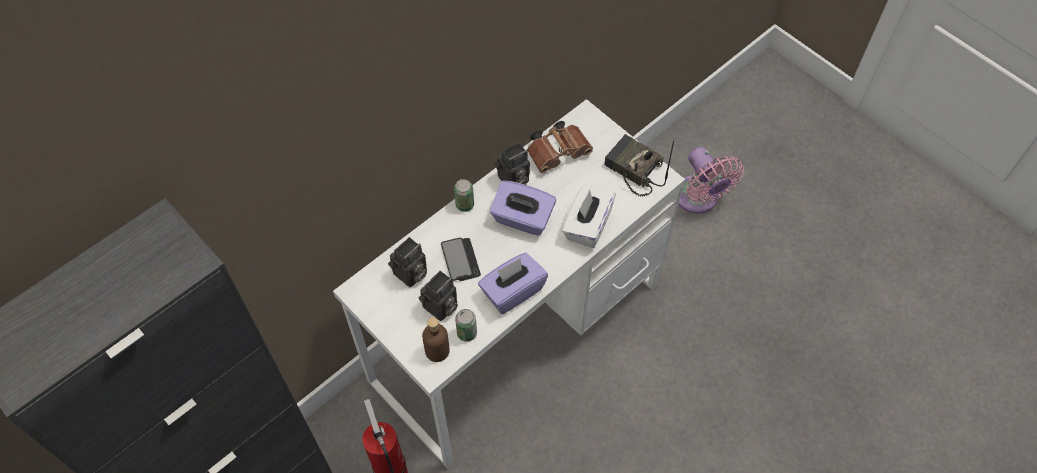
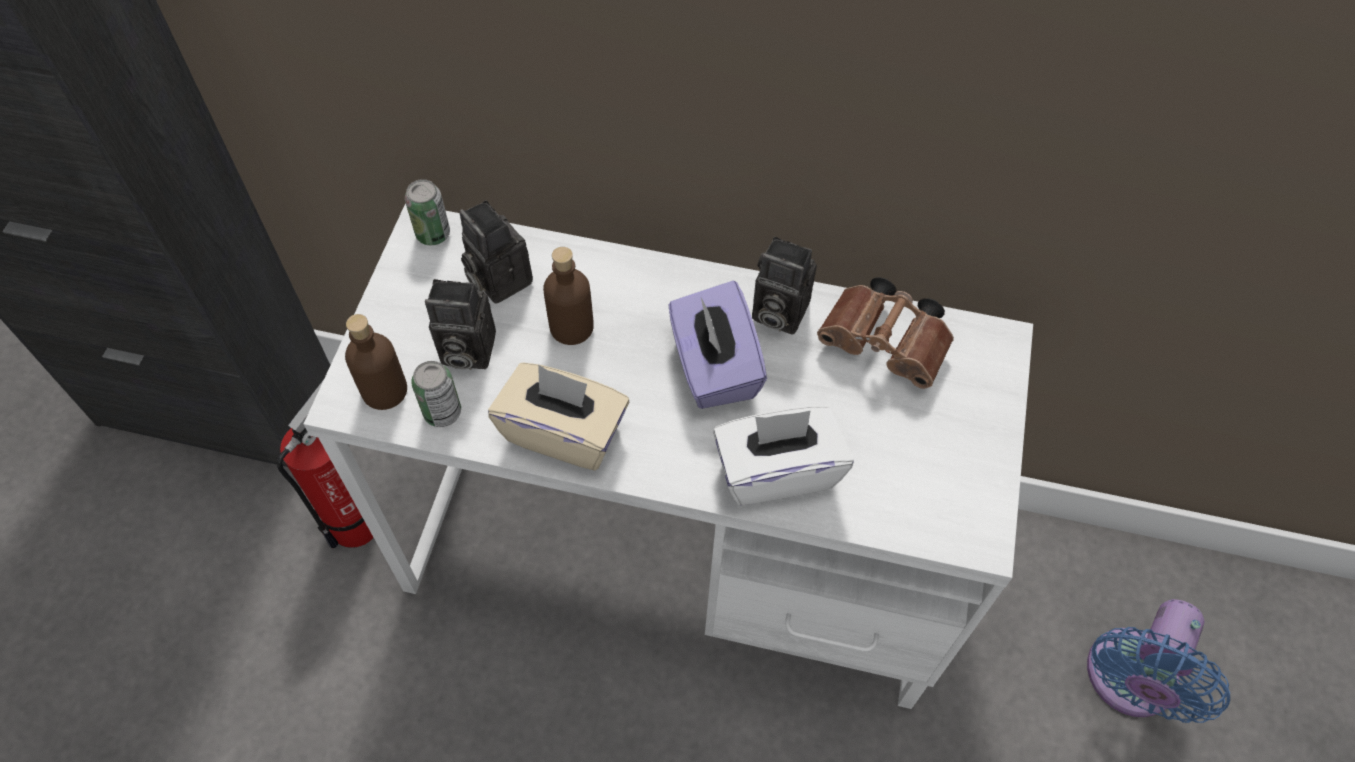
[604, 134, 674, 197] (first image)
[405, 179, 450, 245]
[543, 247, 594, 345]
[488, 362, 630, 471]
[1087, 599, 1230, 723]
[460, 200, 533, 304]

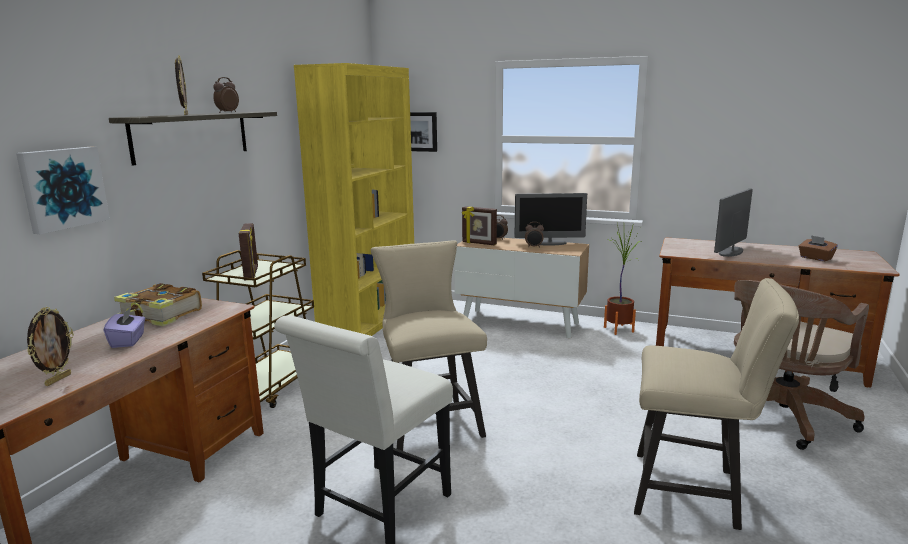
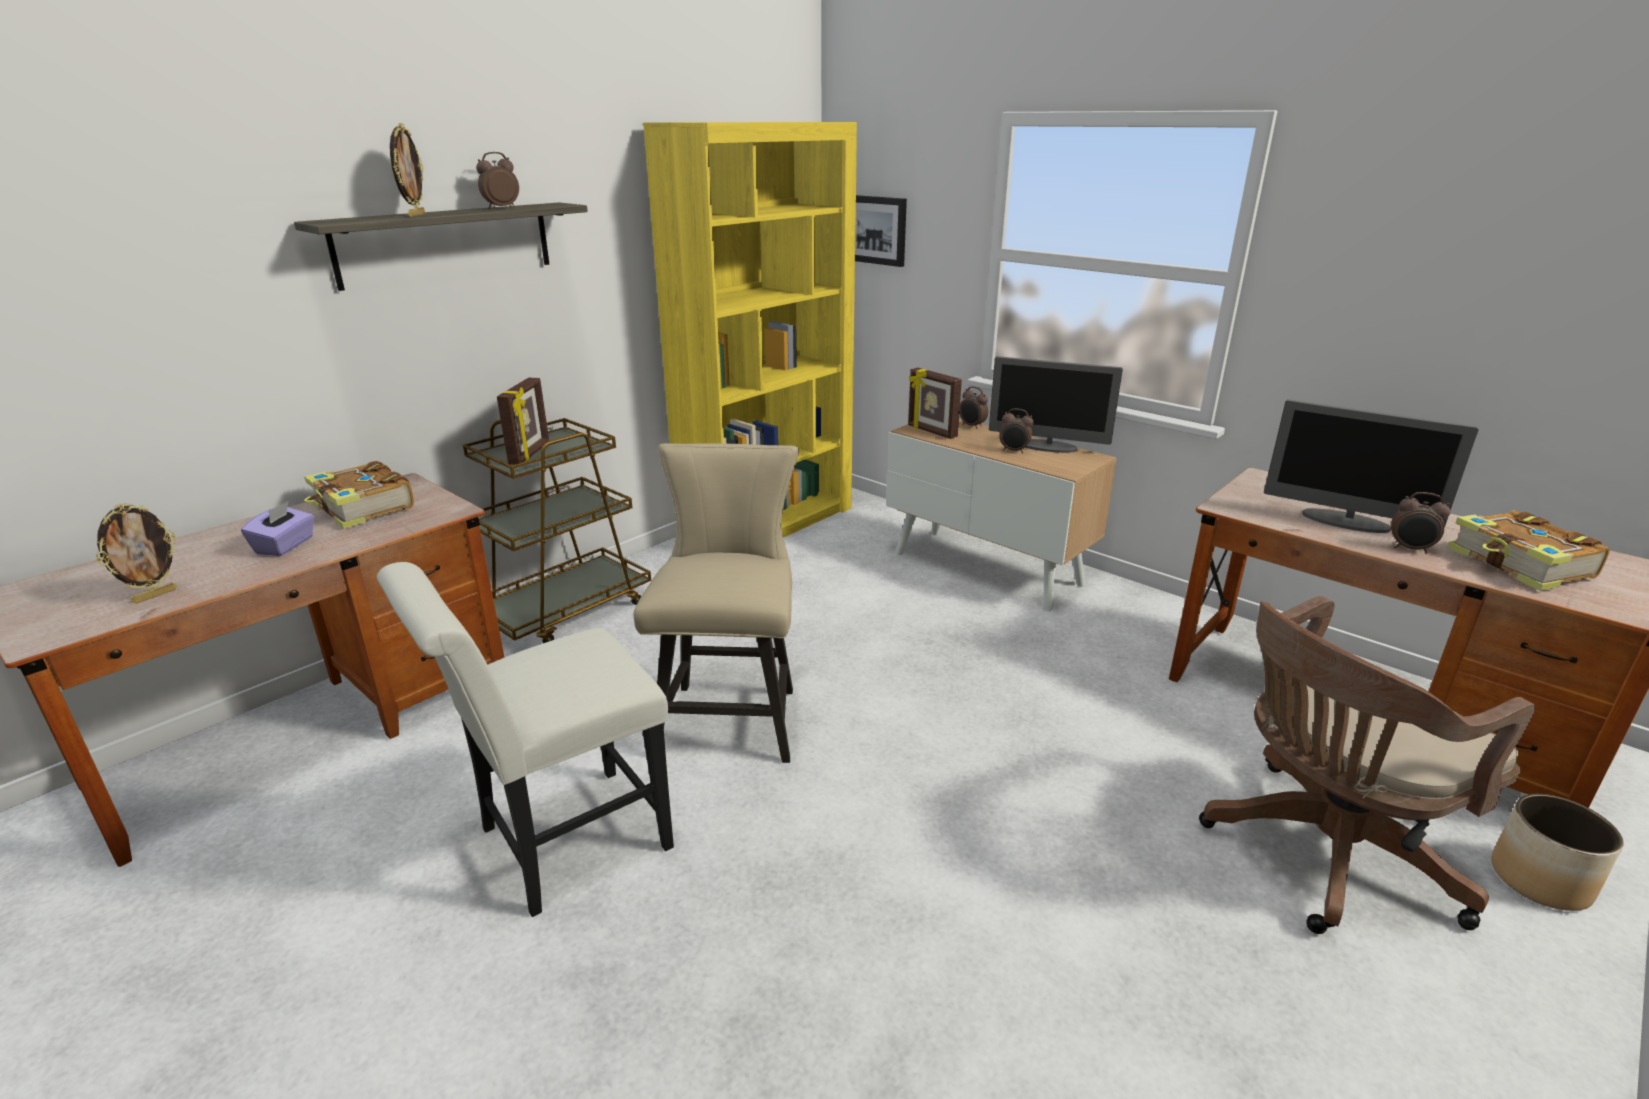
[16, 147, 110, 234] (first image)
[604, 224, 641, 335] (first image)
[634, 278, 799, 530] (first image)
[1391, 492, 1451, 554]
[1491, 794, 1624, 911]
[1447, 510, 1610, 591]
[1264, 399, 1478, 533]

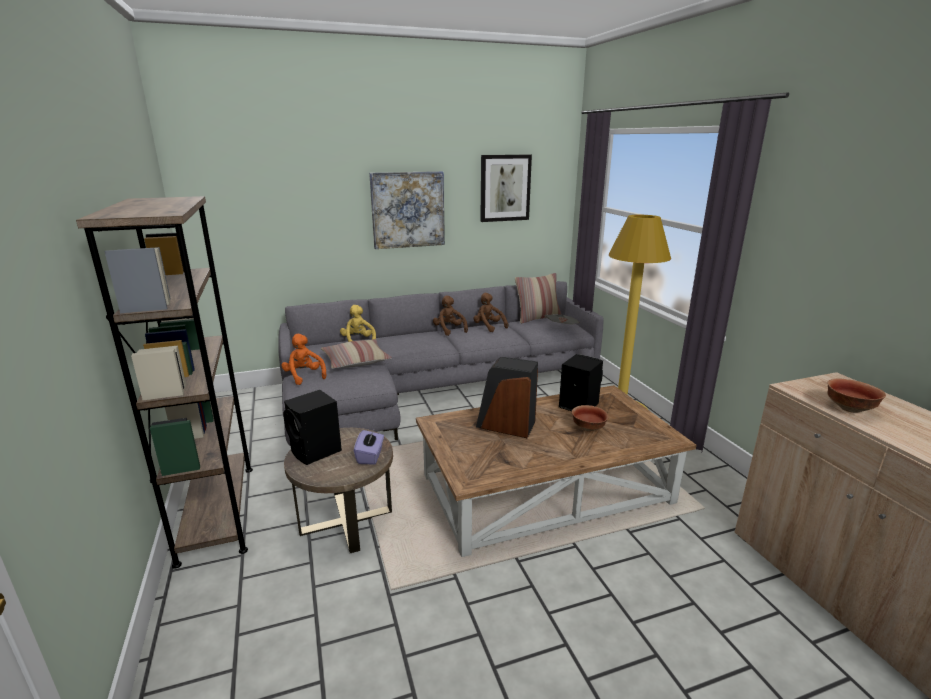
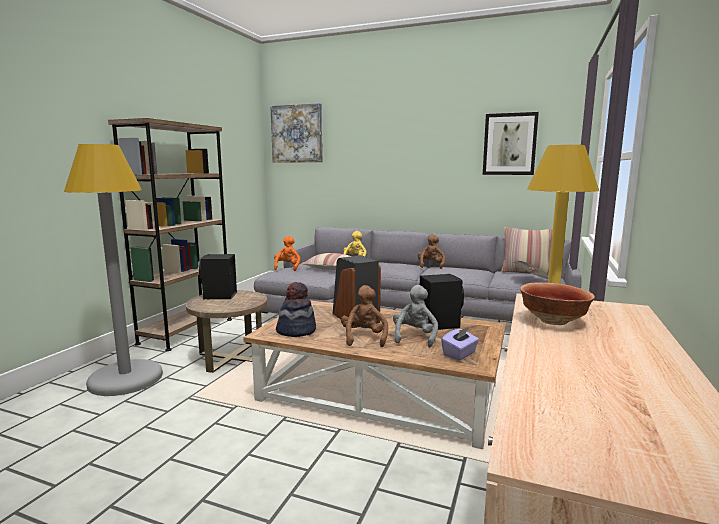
[64, 144, 163, 396]
[276, 282, 316, 337]
[441, 327, 479, 360]
[270, 103, 323, 163]
[341, 285, 388, 347]
[393, 285, 438, 347]

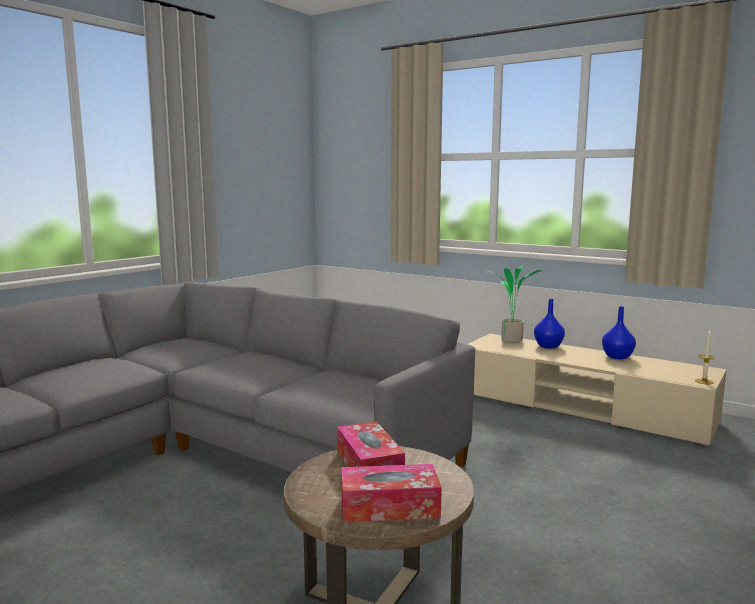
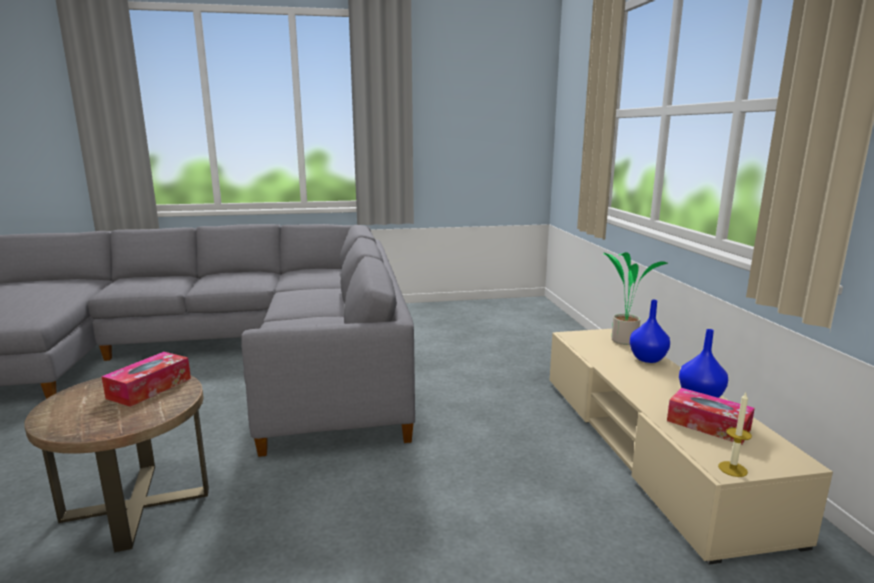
[667, 388, 755, 445]

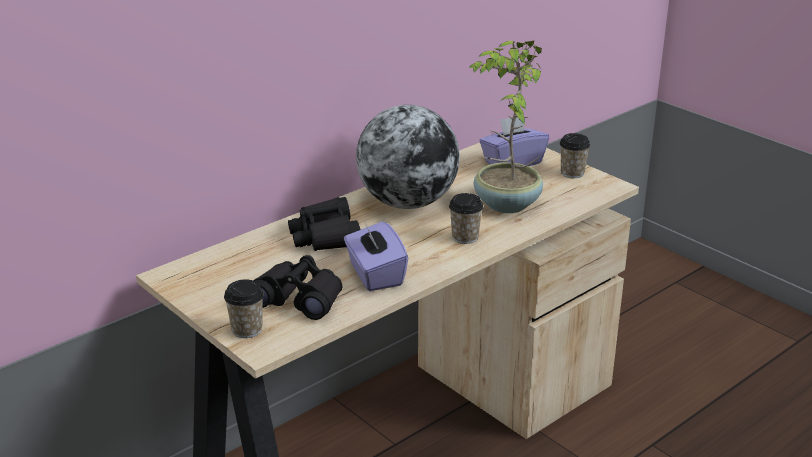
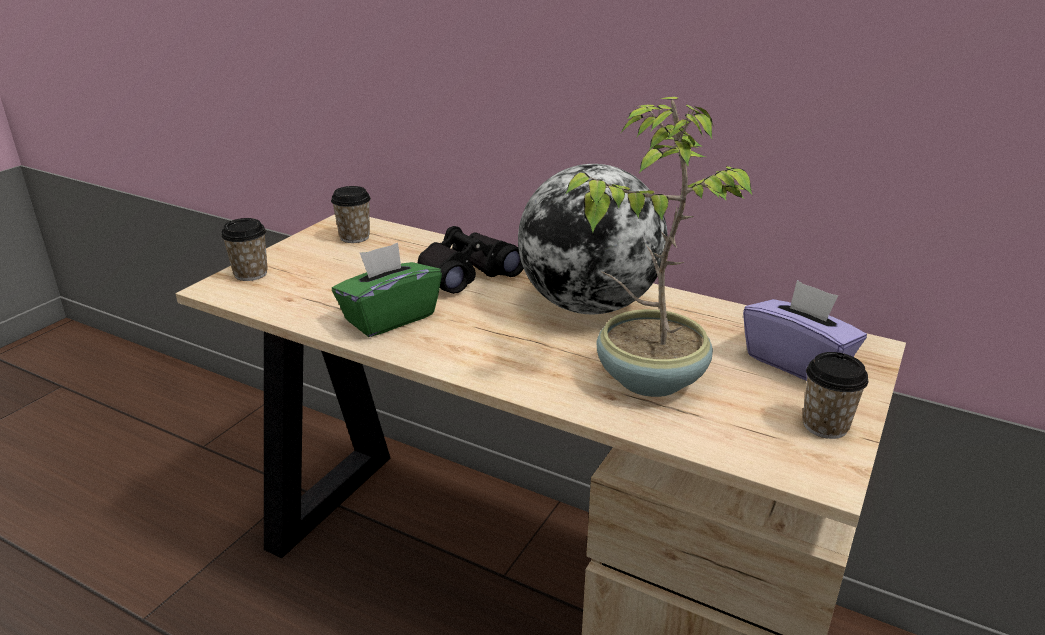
[253, 255, 343, 320] (first image)
[331, 186, 371, 243]
[332, 243, 442, 337]

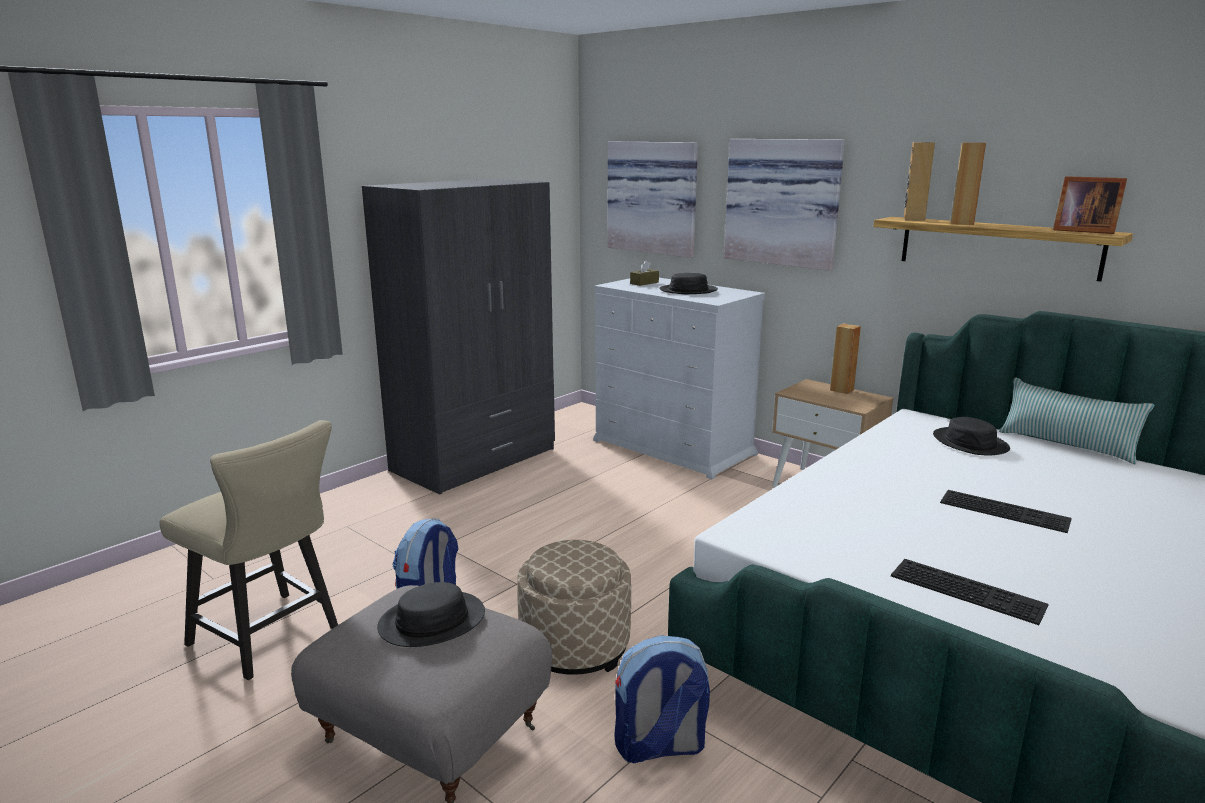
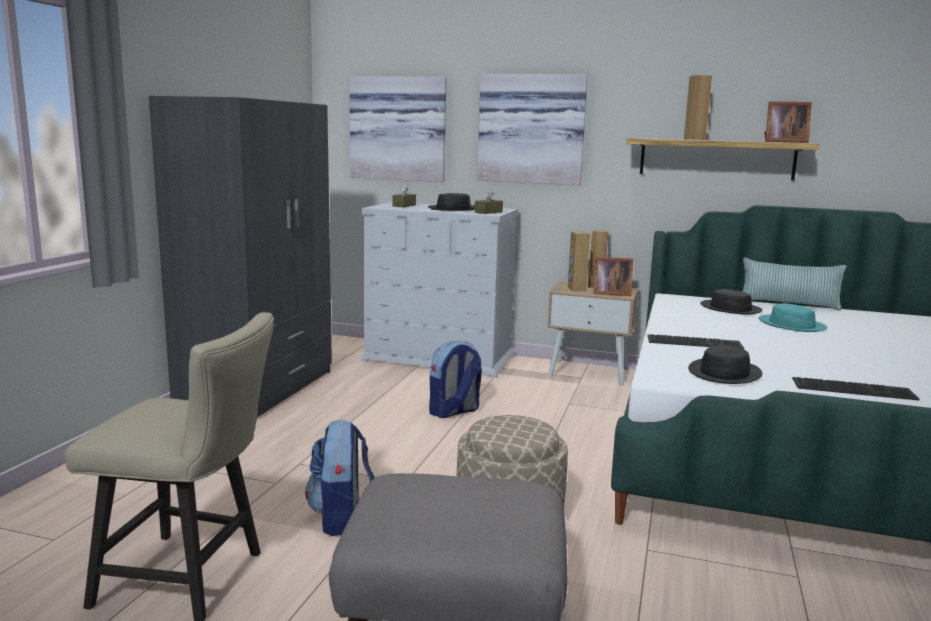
[475, 190, 503, 214]
[593, 257, 633, 296]
[758, 303, 827, 332]
[688, 345, 762, 384]
[429, 341, 482, 418]
[568, 231, 590, 291]
[647, 334, 744, 349]

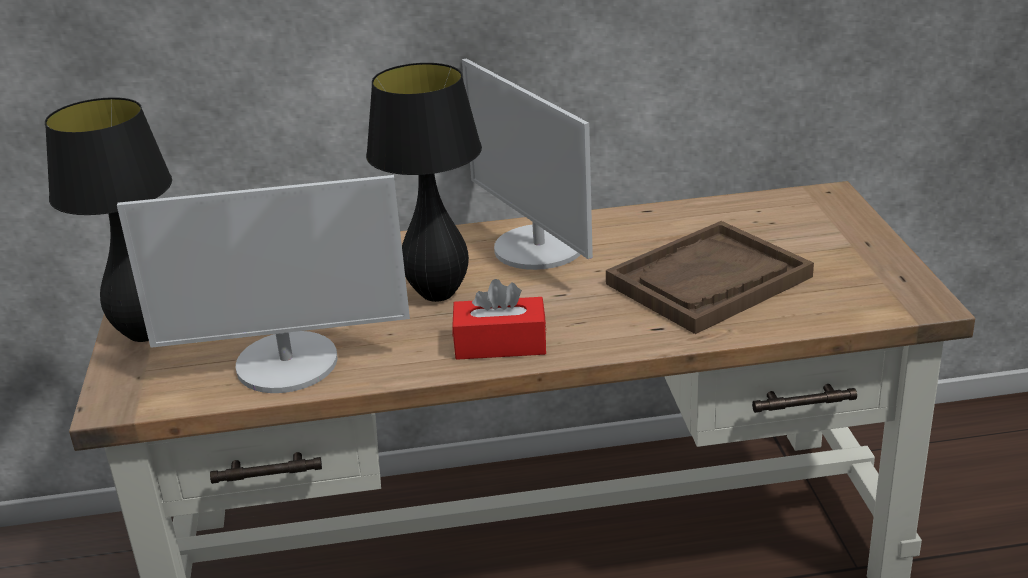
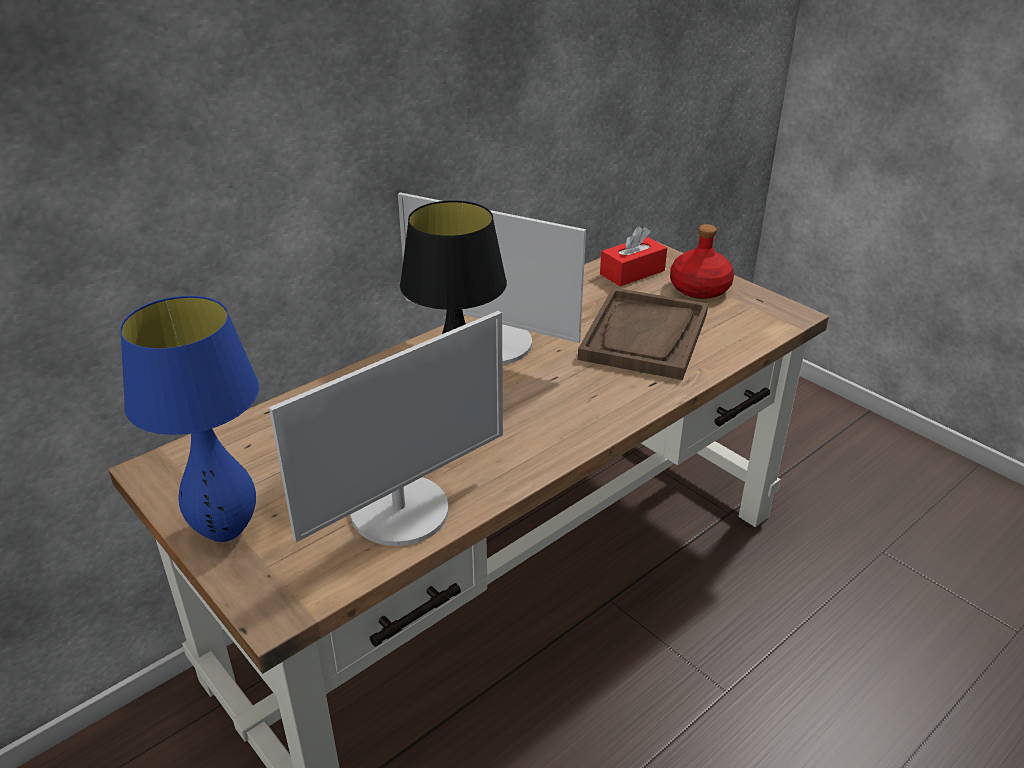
[670, 224, 734, 299]
[600, 226, 667, 286]
[120, 296, 259, 542]

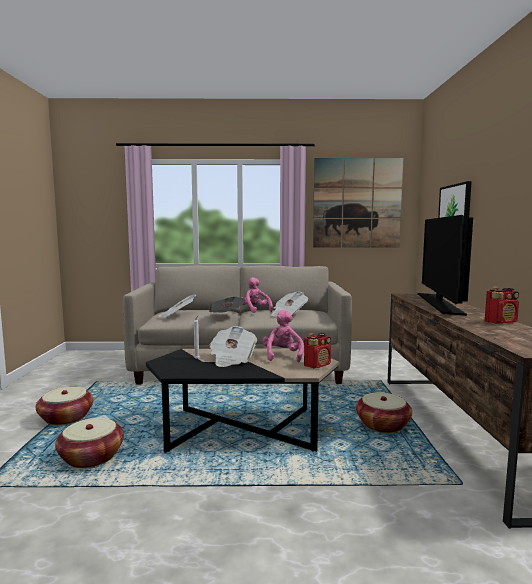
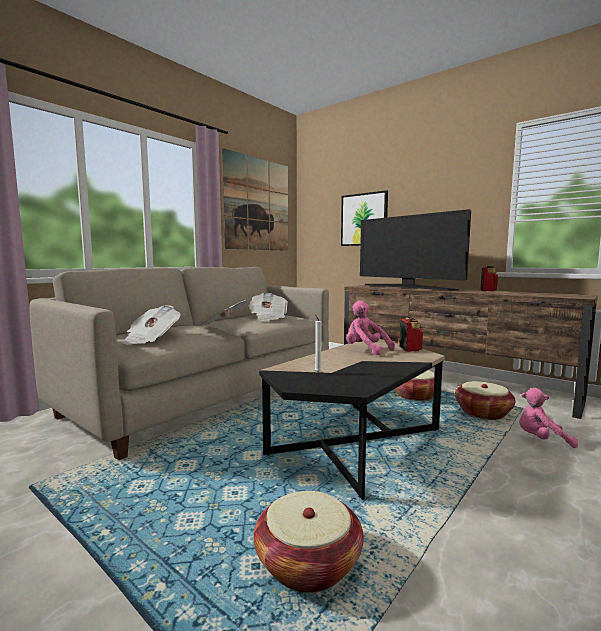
[210, 326, 257, 367] (first image)
[455, 381, 516, 420]
[519, 388, 578, 448]

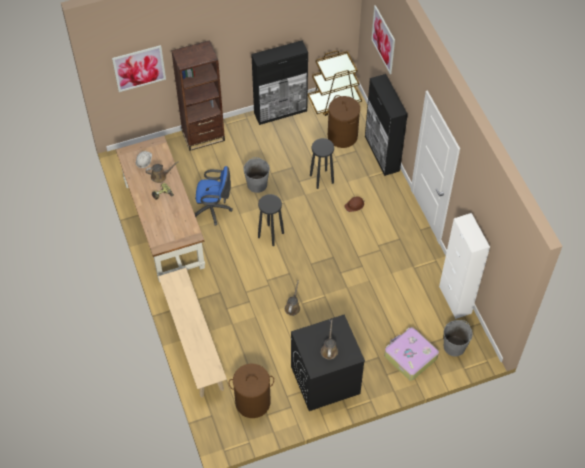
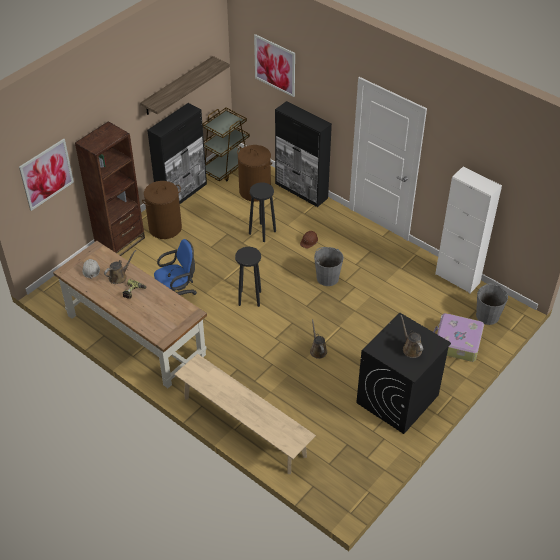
[140, 56, 230, 115]
[142, 181, 182, 239]
[314, 247, 344, 286]

